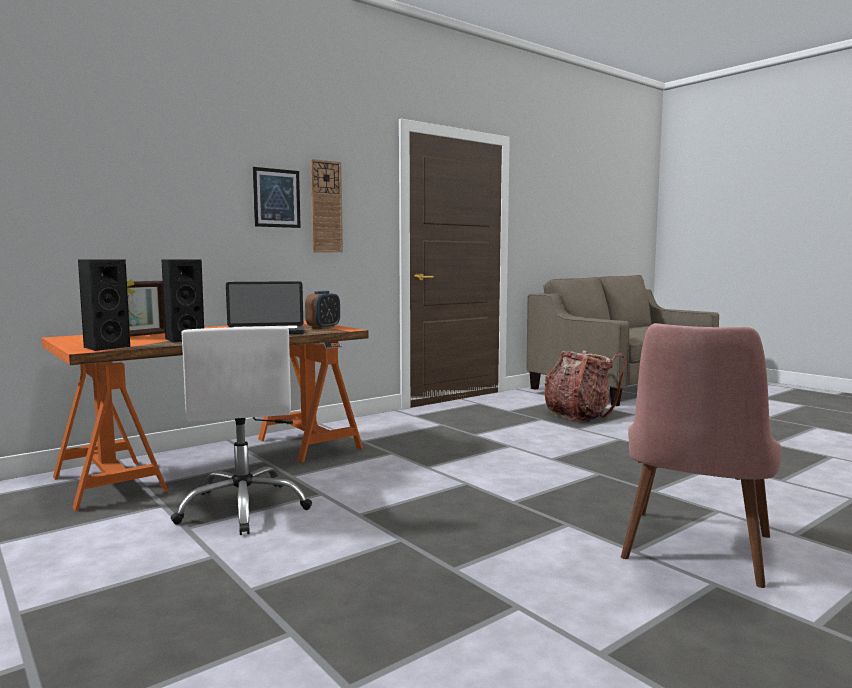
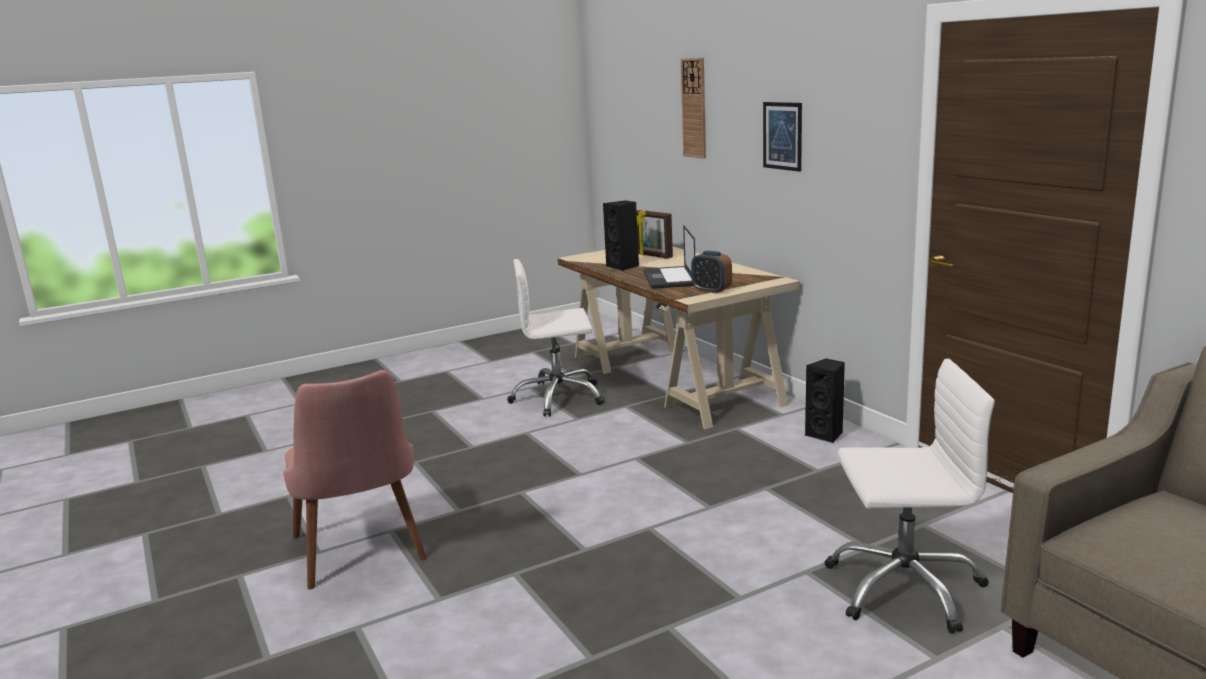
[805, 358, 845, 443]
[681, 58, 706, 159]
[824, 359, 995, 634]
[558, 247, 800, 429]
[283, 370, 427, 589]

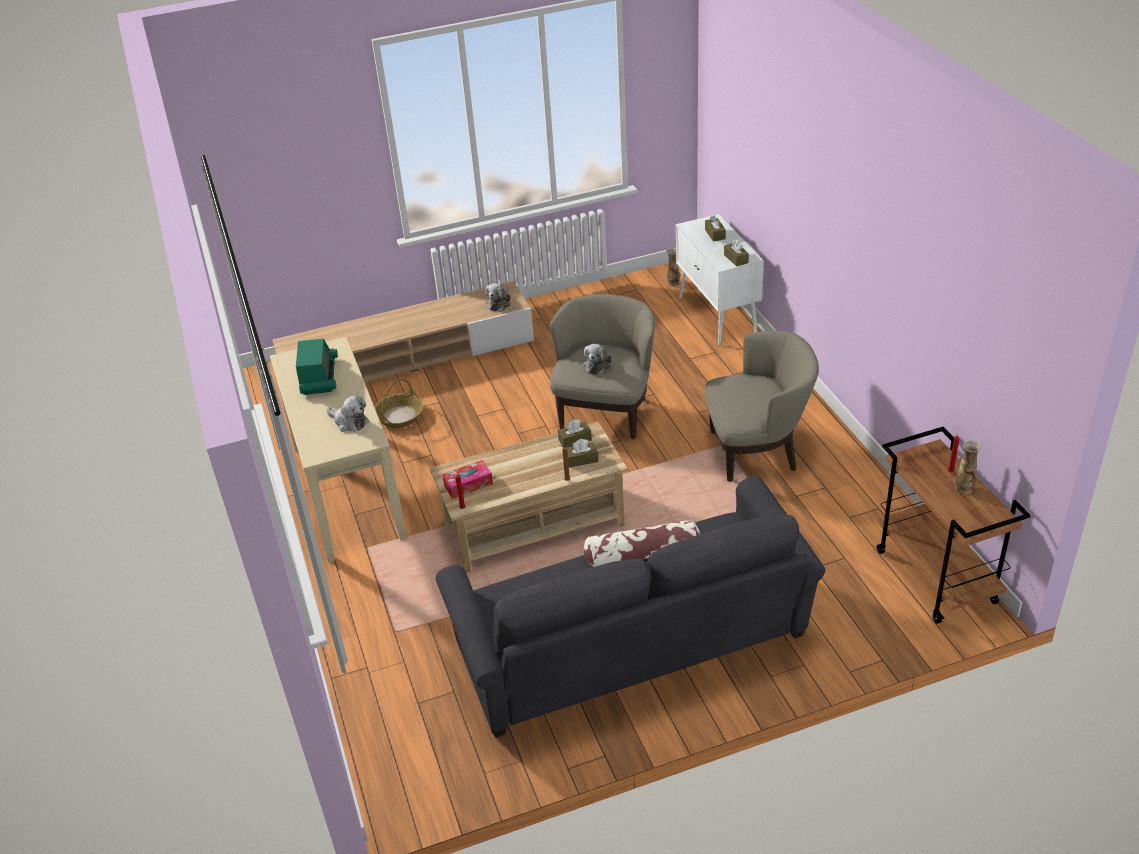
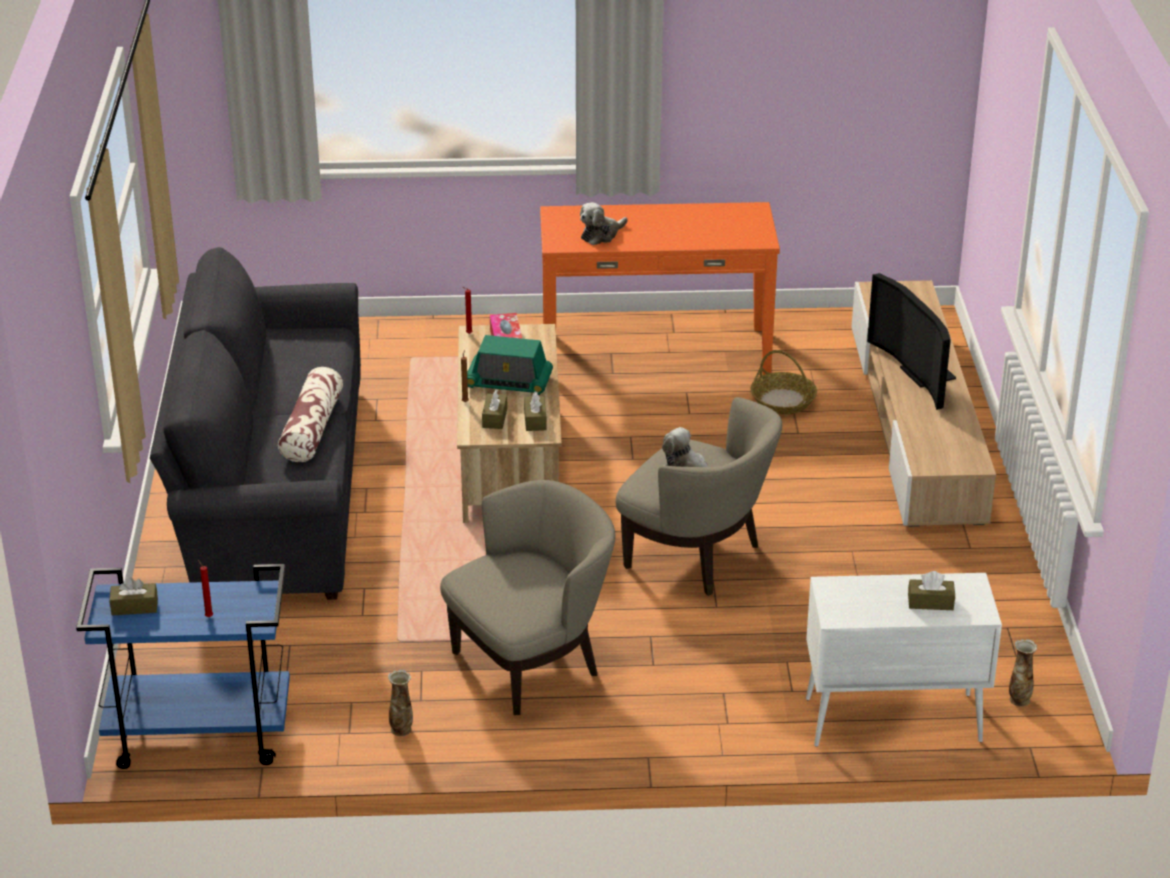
[485, 283, 510, 312] (first image)
[867, 273, 956, 410]
[467, 335, 553, 395]
[109, 577, 158, 616]
[388, 670, 413, 736]
[540, 202, 780, 375]
[76, 564, 290, 769]
[440, 480, 615, 715]

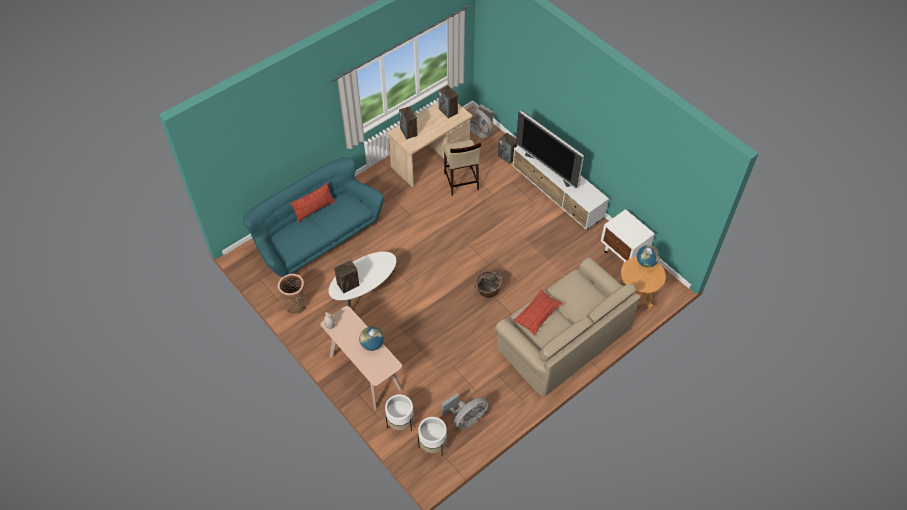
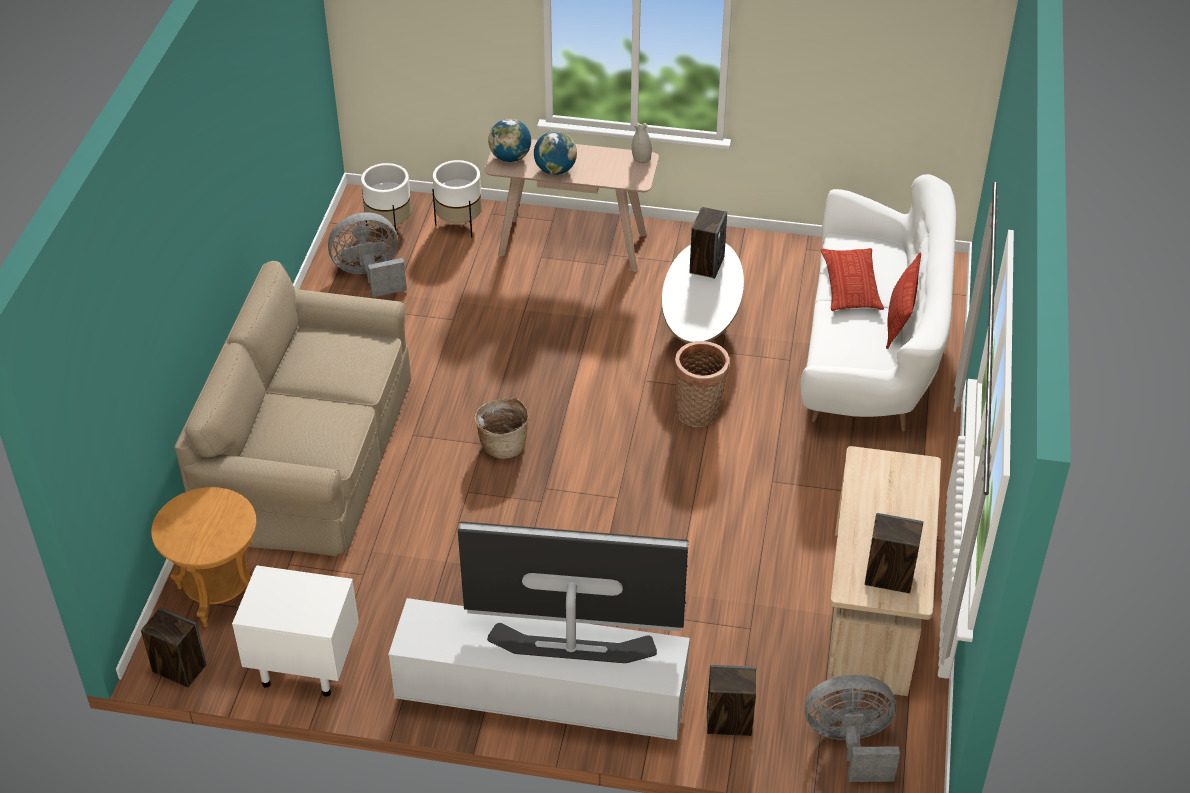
[444, 140, 481, 196] (first image)
[674, 341, 730, 427]
[141, 607, 207, 688]
[821, 248, 884, 311]
[488, 119, 531, 162]
[800, 174, 956, 432]
[328, 212, 407, 297]

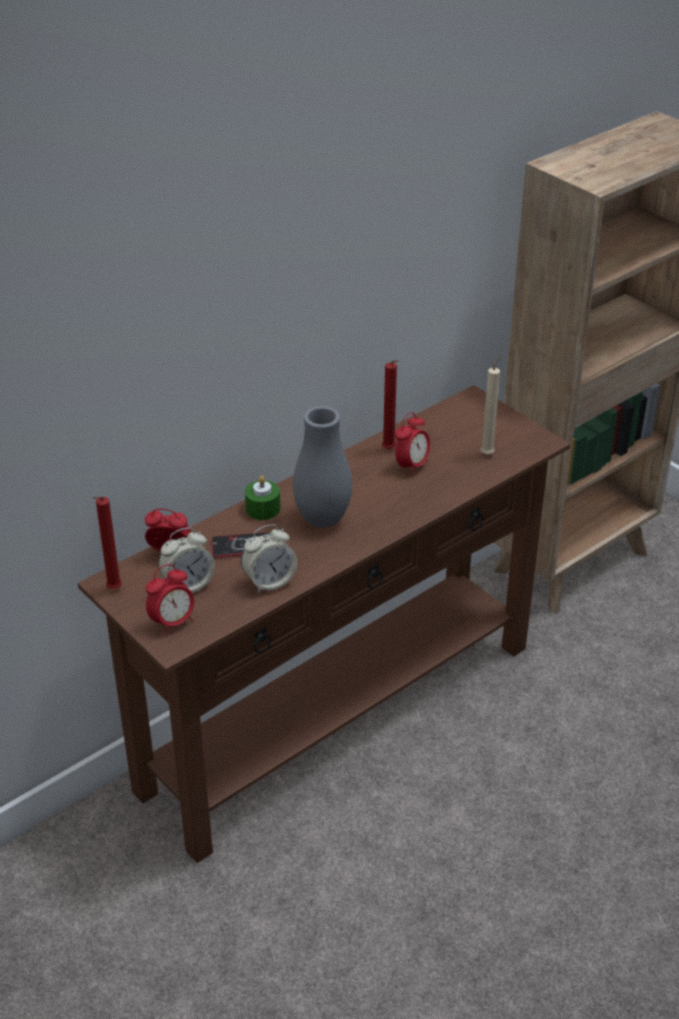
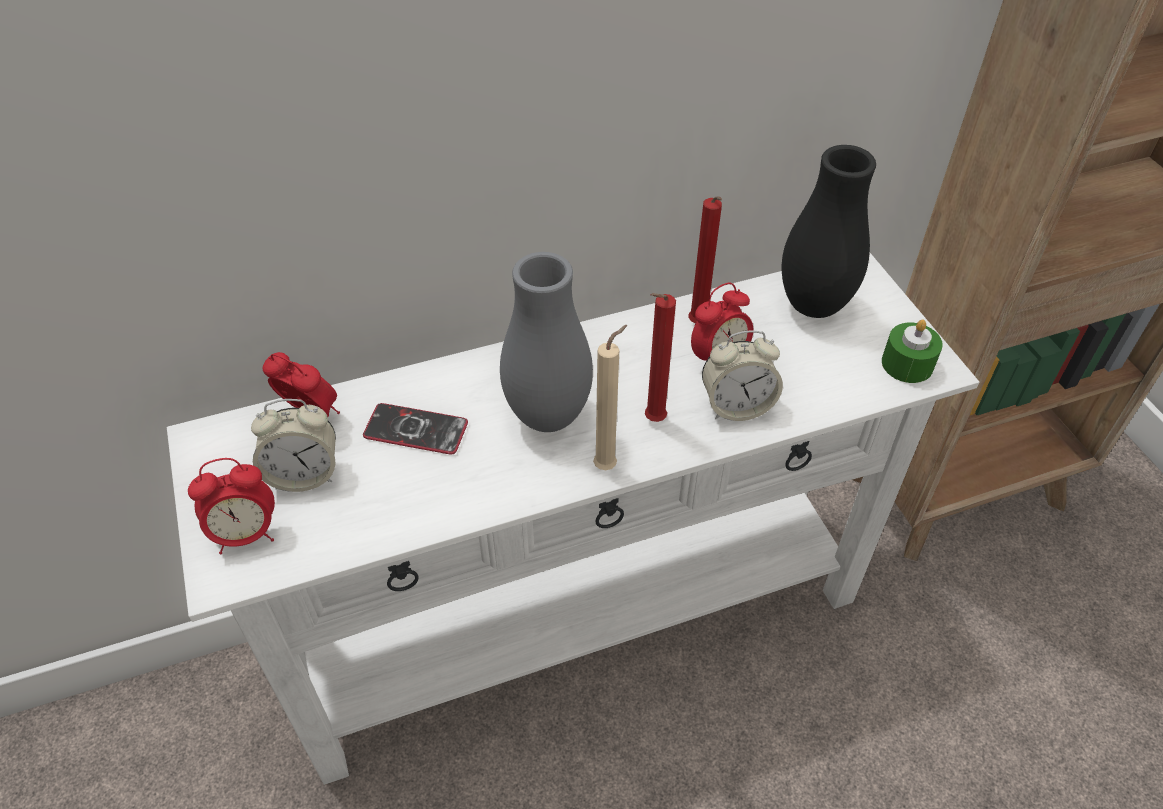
[782, 145, 876, 318]
[645, 293, 676, 422]
[702, 330, 783, 421]
[882, 319, 943, 383]
[593, 325, 627, 470]
[167, 253, 979, 785]

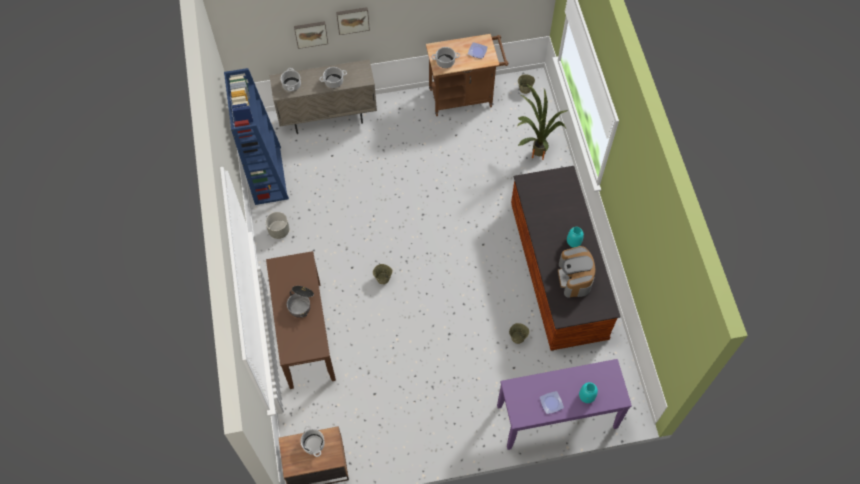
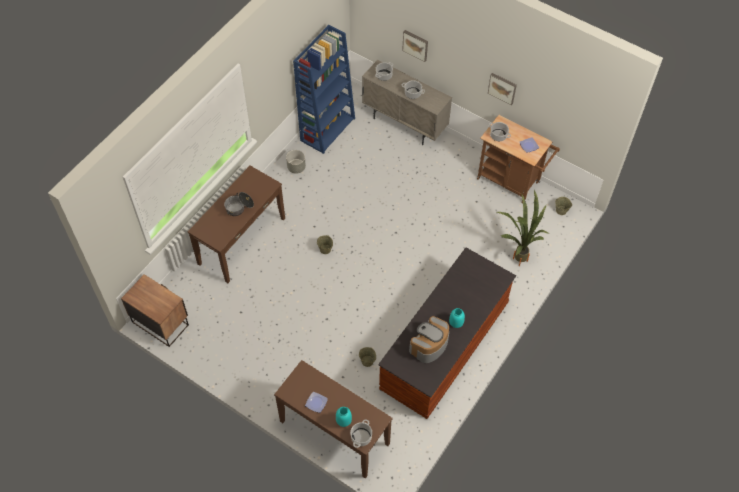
[350, 420, 372, 448]
[488, 73, 517, 105]
[274, 360, 393, 478]

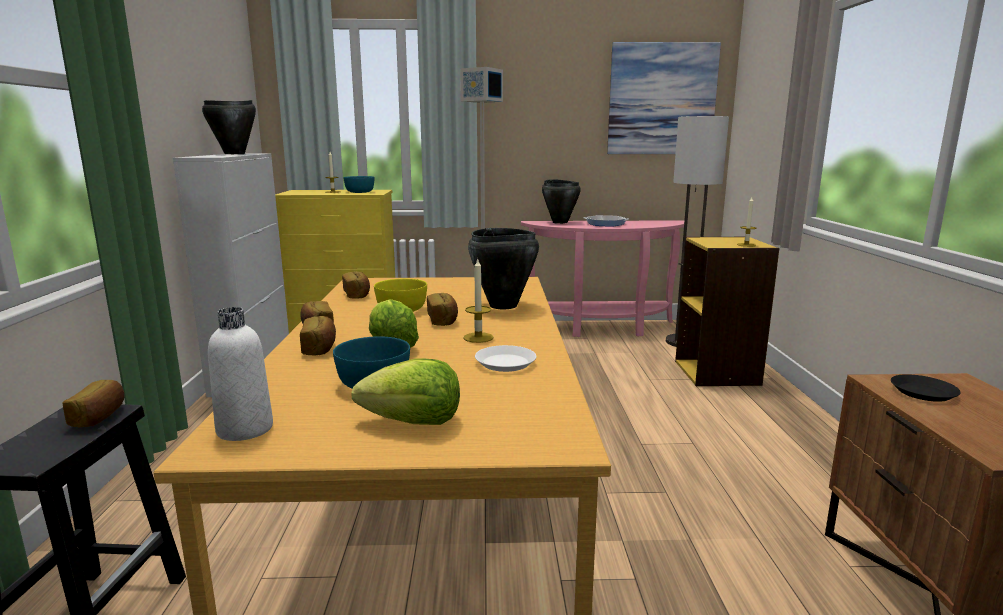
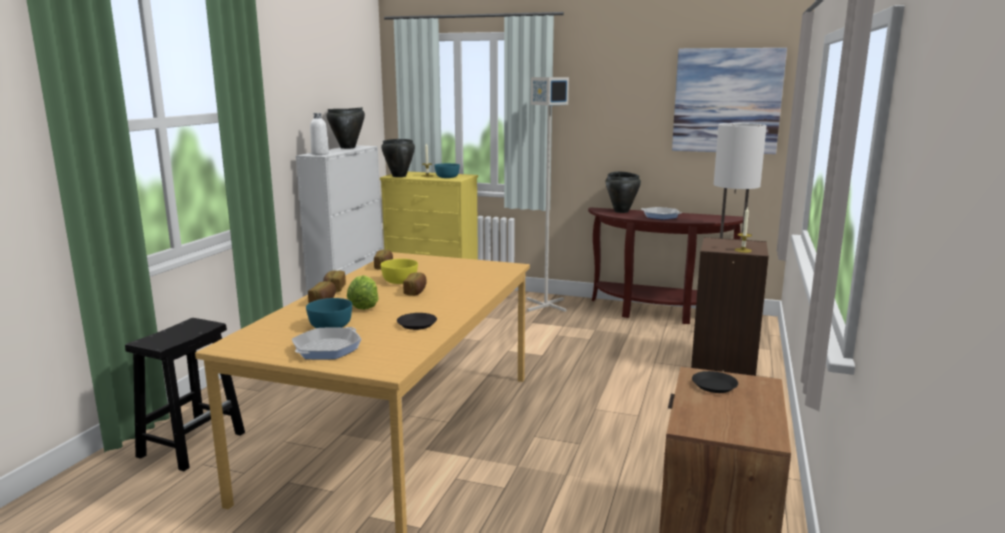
[63, 380, 124, 427] (first image)
[463, 258, 494, 343] (first image)
[310, 113, 329, 155]
[381, 139, 415, 177]
[292, 327, 361, 360]
[397, 313, 437, 330]
[588, 207, 743, 324]
[691, 237, 769, 376]

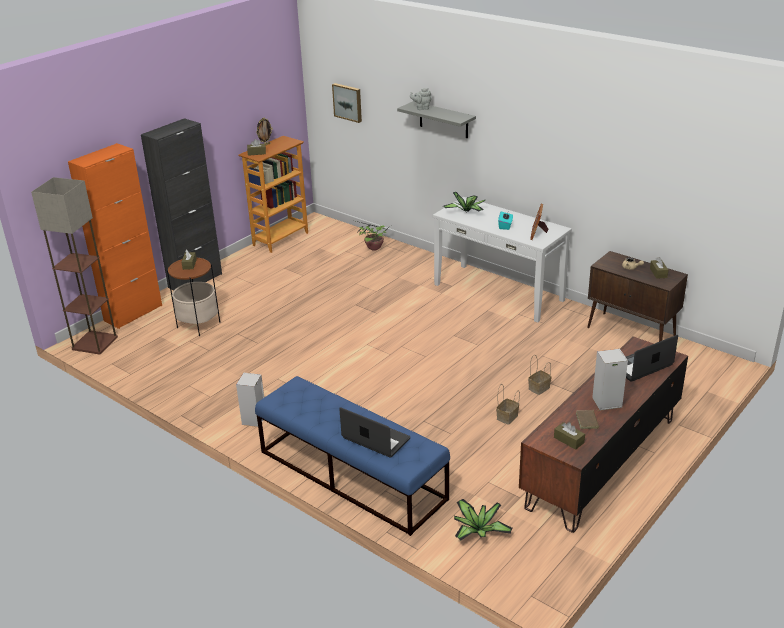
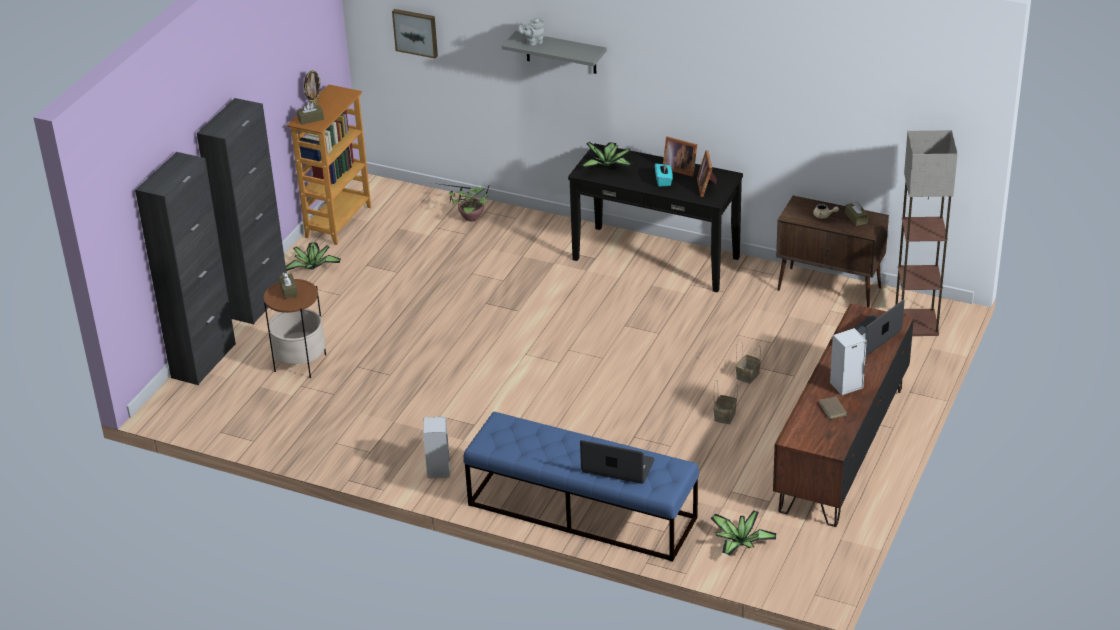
[554, 422, 585, 450] (first image)
[286, 242, 341, 271]
[663, 136, 697, 177]
[895, 130, 958, 336]
[135, 152, 236, 385]
[568, 143, 743, 292]

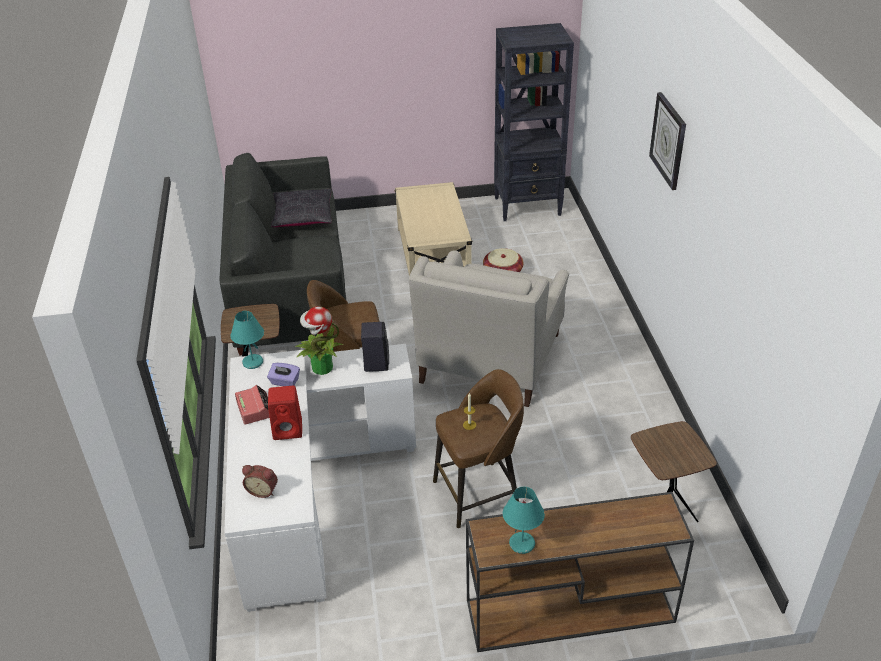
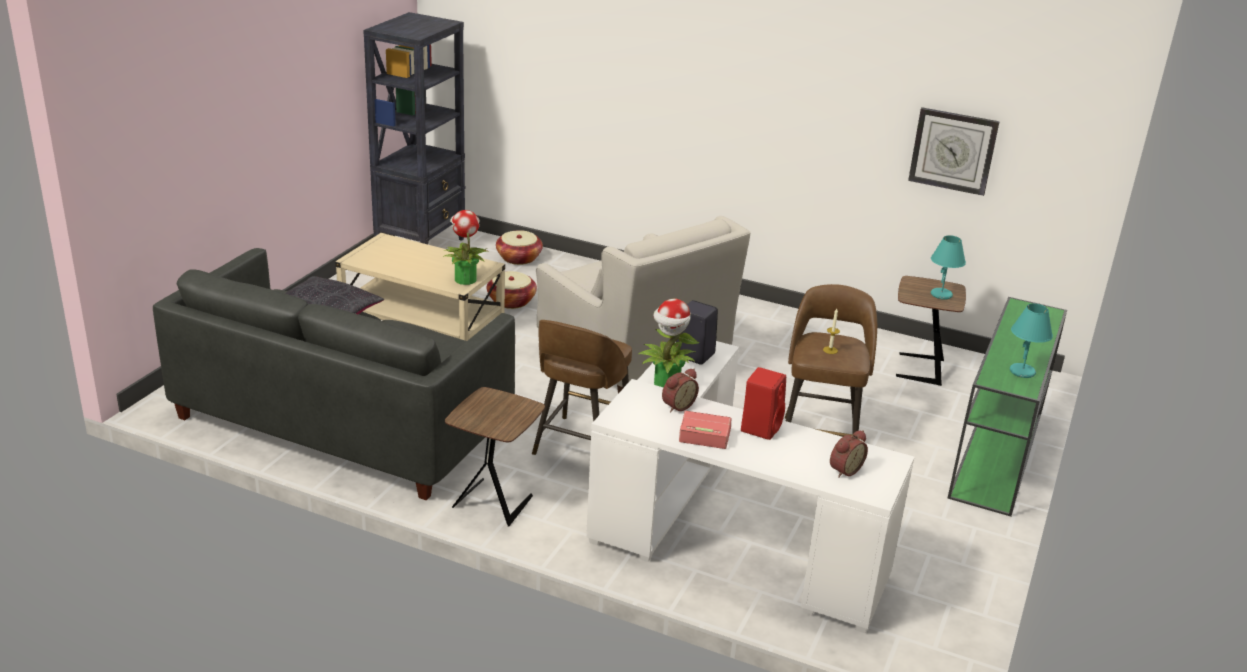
[443, 210, 487, 285]
[496, 230, 543, 265]
[931, 235, 966, 300]
[908, 107, 1000, 196]
[662, 369, 699, 412]
[947, 297, 1067, 516]

